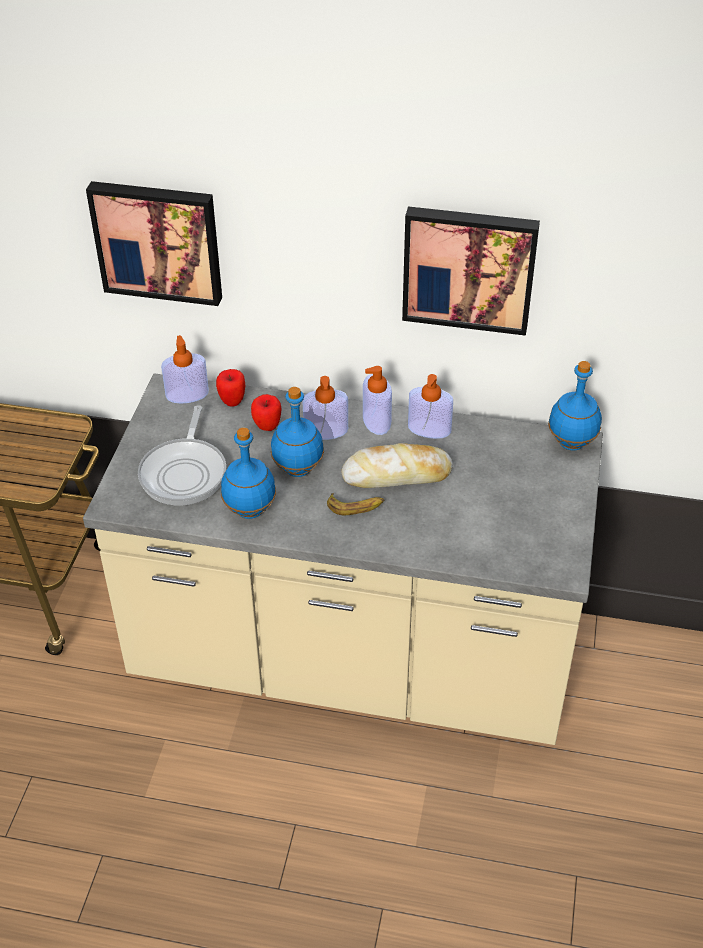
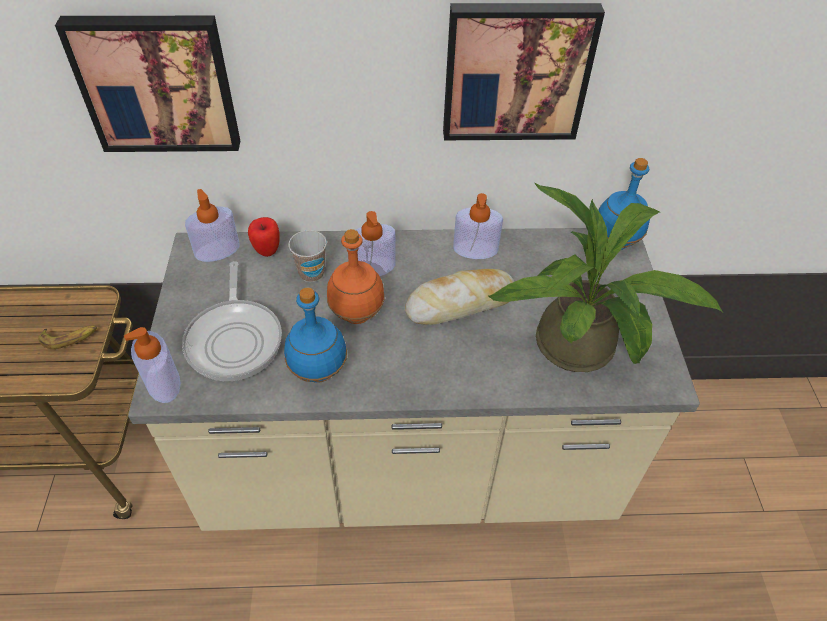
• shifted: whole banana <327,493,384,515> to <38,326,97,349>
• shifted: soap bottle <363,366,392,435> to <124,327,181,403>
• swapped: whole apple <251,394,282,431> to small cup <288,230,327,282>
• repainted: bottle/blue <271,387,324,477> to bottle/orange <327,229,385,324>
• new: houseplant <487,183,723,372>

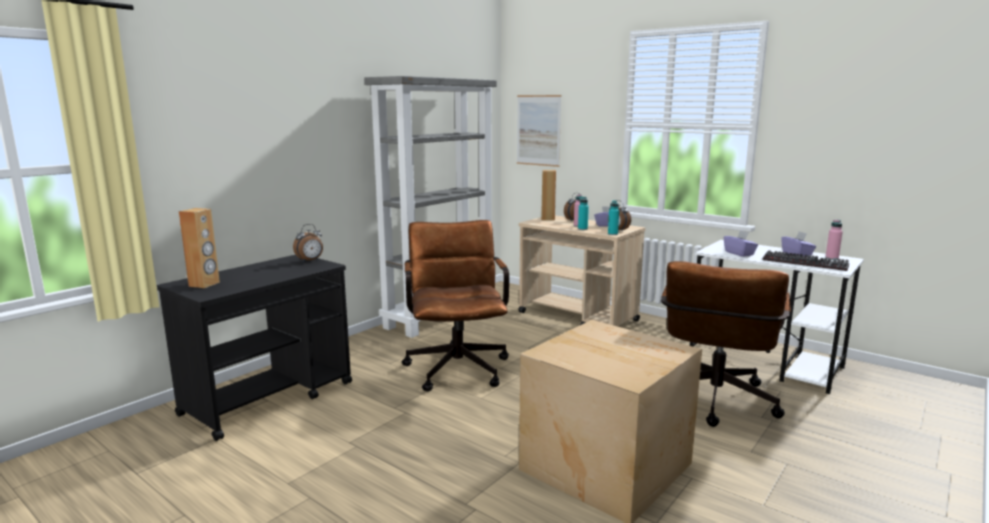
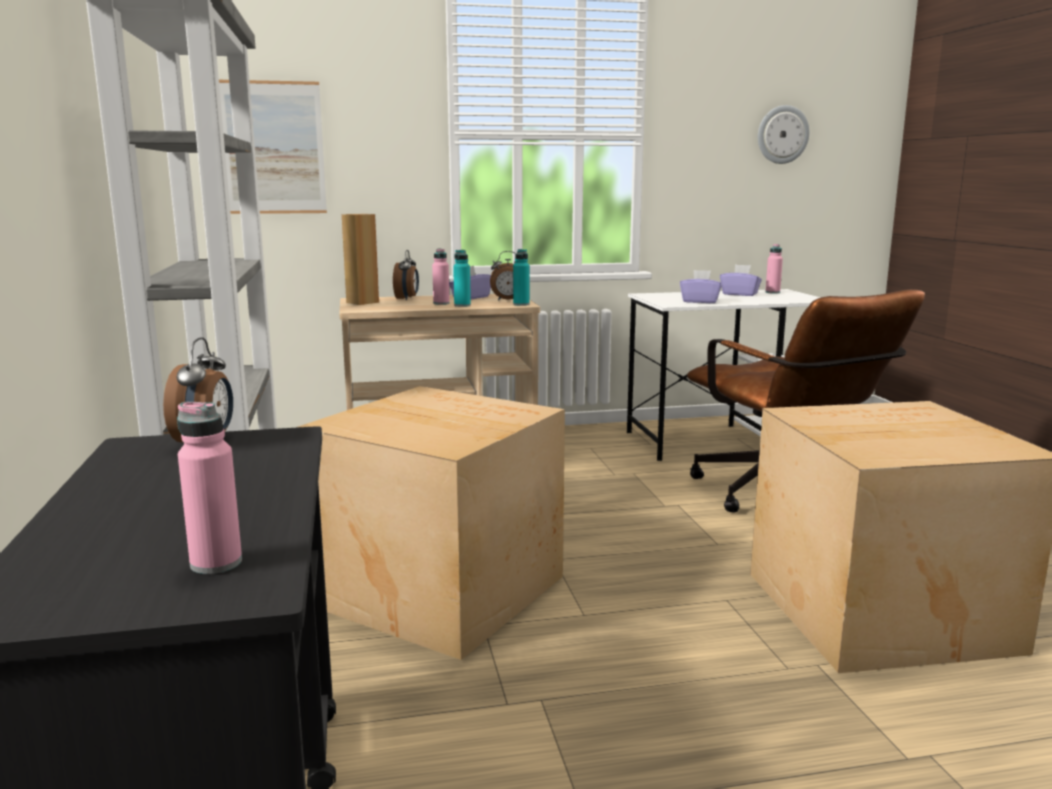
• new: bottle/pink <177,401,242,574>
• swapped: office chair/brown <402,220,509,392> to carton <296,386,565,660>
• new: clock on the wall <758,105,810,164>
• gone: audio speaker/brown <179,208,220,288>
• gone: computer keyboard <762,250,849,271>

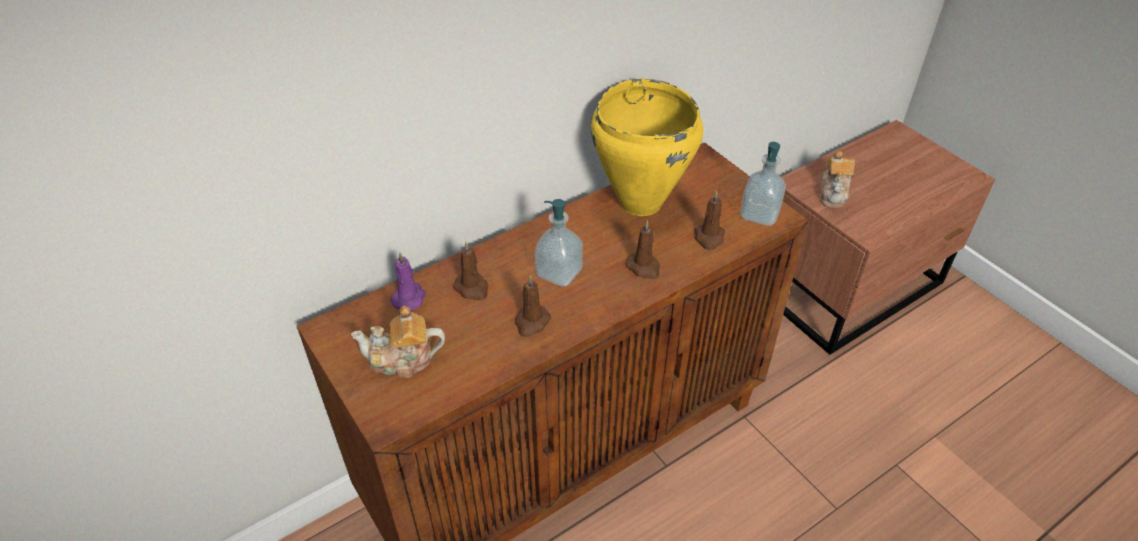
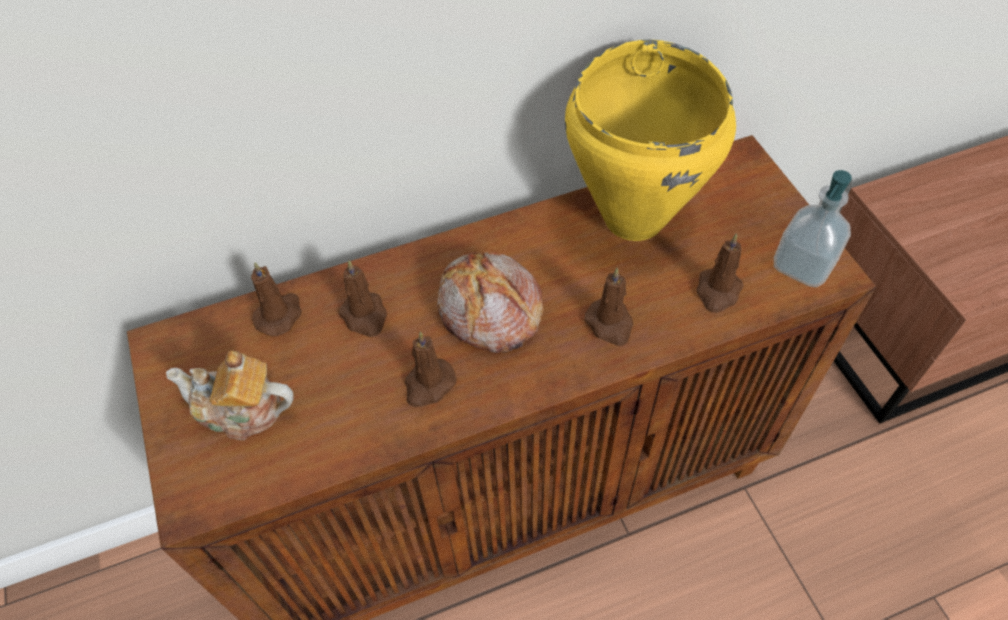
• repainted: candle/purple <390,252,426,311> to candle/brown <251,262,302,336>
• swapped: soap bottle <534,199,583,287> to baked bread <437,252,544,353>
• gone: teapot <820,151,855,209>

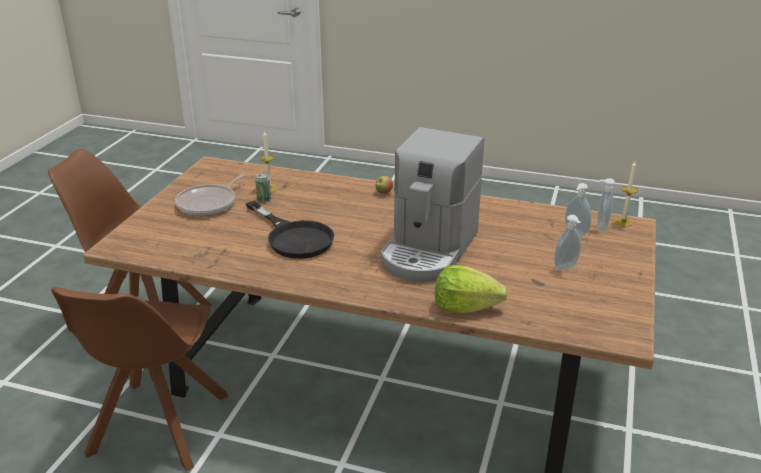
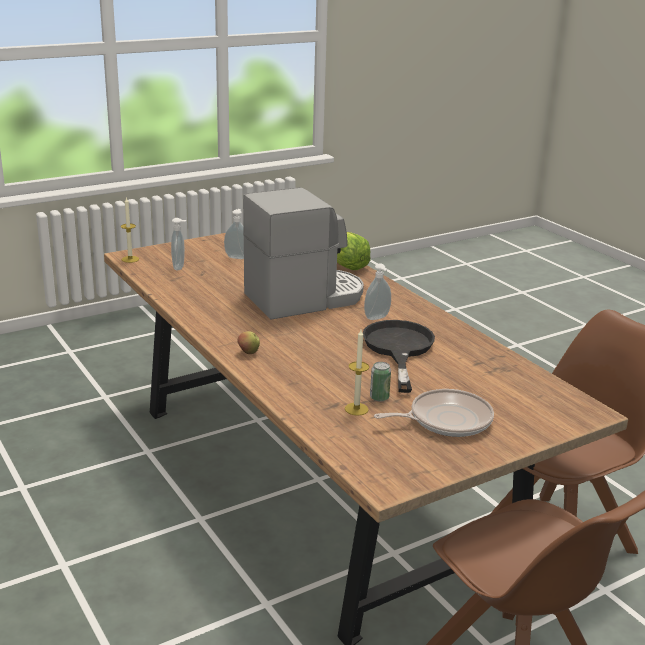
• shifted: soap bottle <597,178,615,232> to <364,264,391,320>

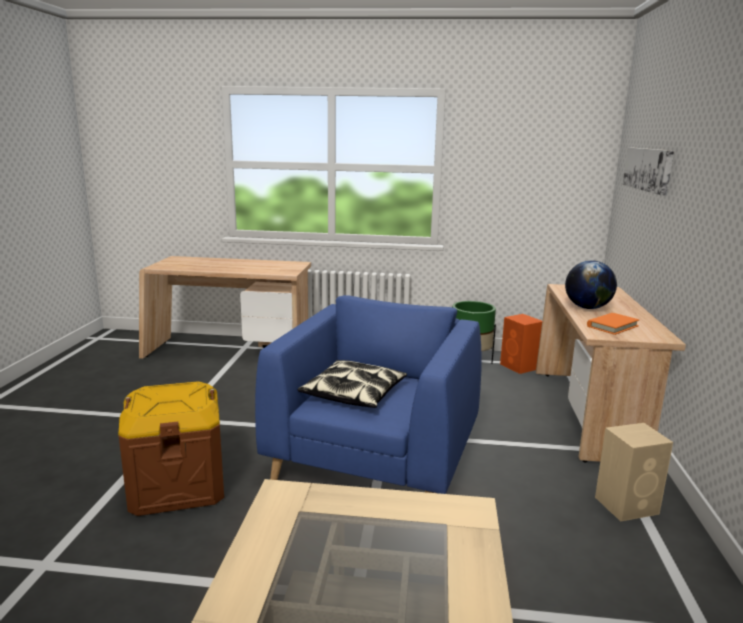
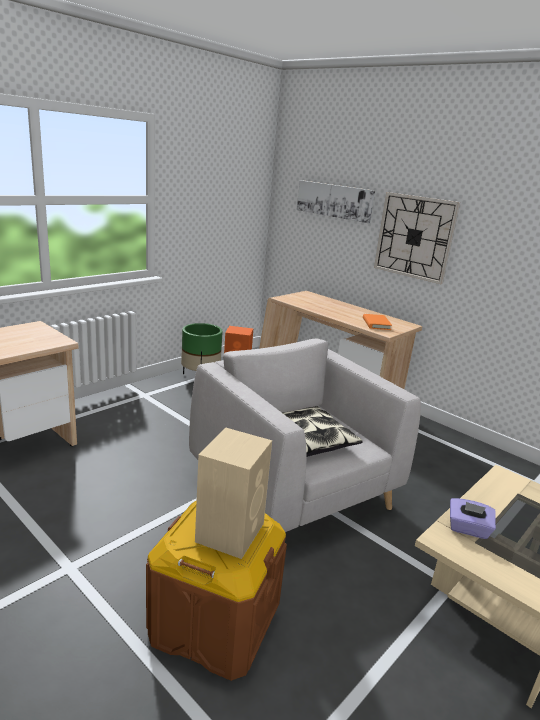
• repainted: armchair/blue <255,295,482,494> to armchair/greyish <189,339,421,532>
• shifted: audio speaker/beige-coloured <595,423,673,522> to <195,428,272,559>
• new: clock on the wall <374,192,460,284>
• new: tissue box/purple <450,498,496,539>
• gone: globe <565,260,617,309>

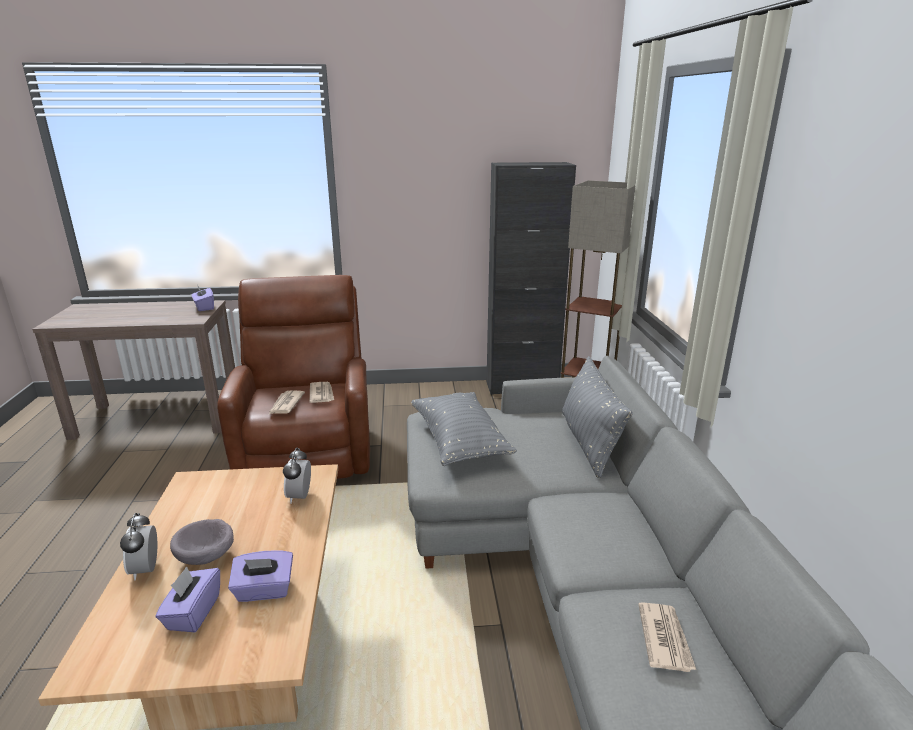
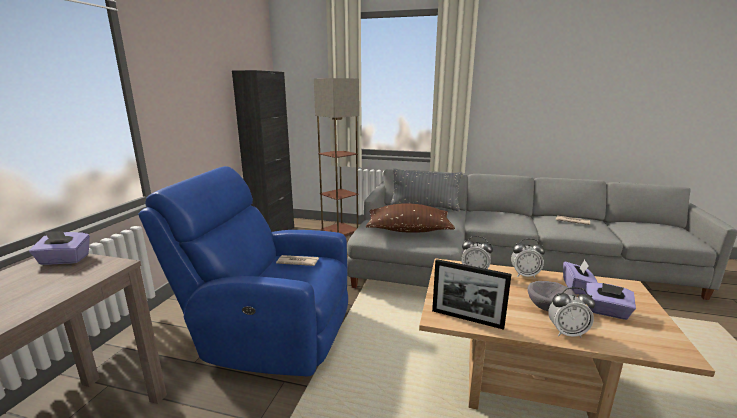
• repainted: armchair/brown <217,275,370,479> to armchair/blue <139,166,348,377>
• repainted: cushion/greyish <411,392,517,466> to cushion/brown <366,203,455,233>
• new: standing frame <432,259,512,330>
• new: alarm clock <511,239,545,278>
• gone: daily paper <268,391,305,415>

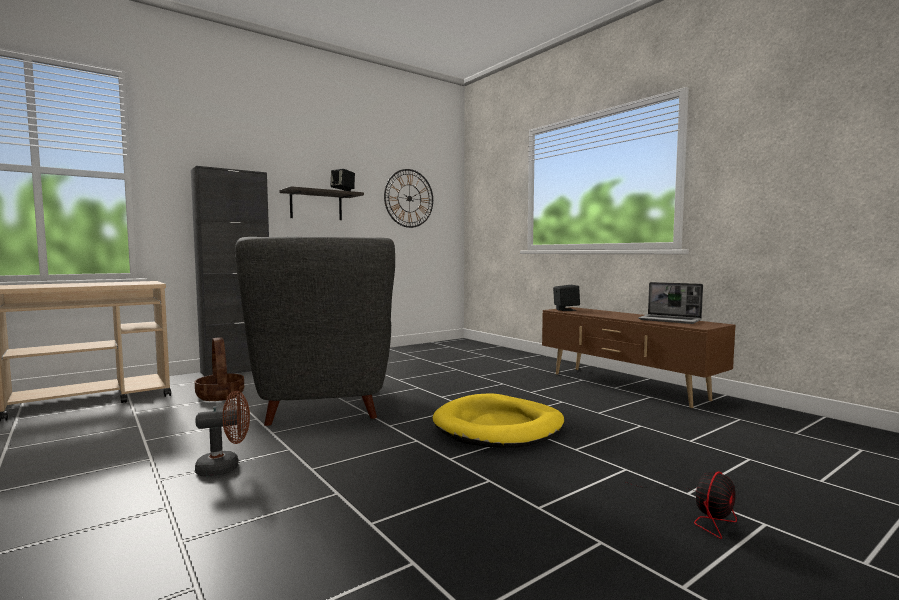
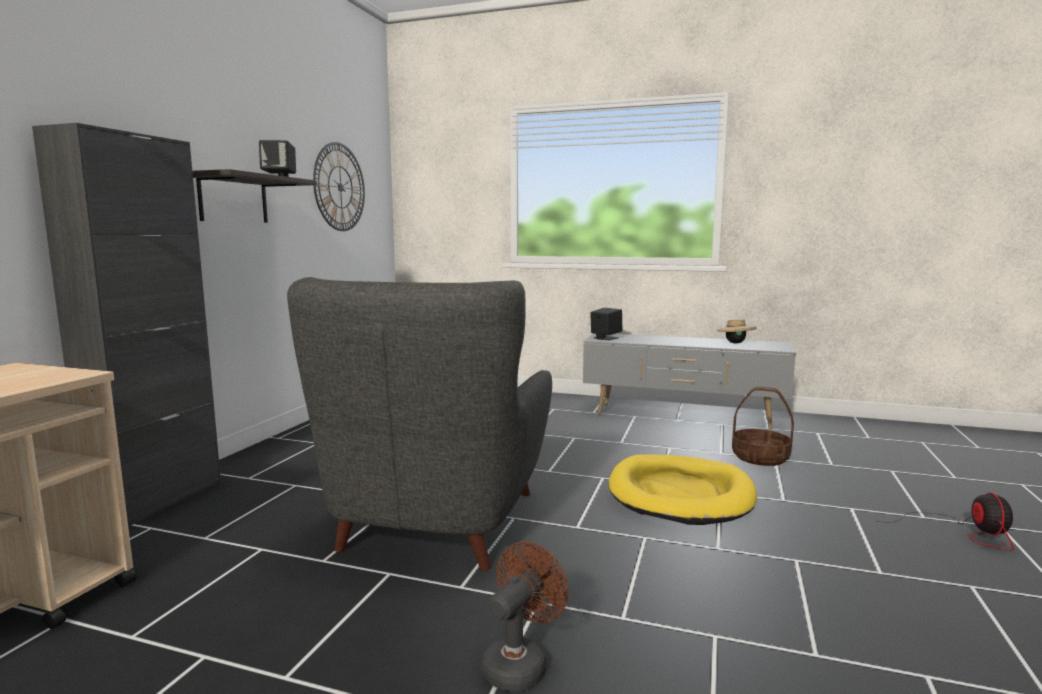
• rotated: armchair/greyish <235,237,395,426> = <287,277,552,571> 60 degrees clockwise
• repainted: tv unit/brown <542,307,735,408> to tv unit/greyish <583,333,796,430>
• swapped: laptop <638,282,703,324> to wearable hat/beige-coloured <717,318,757,344>
• shifted: household basket <195,337,244,401> to <732,386,794,466>

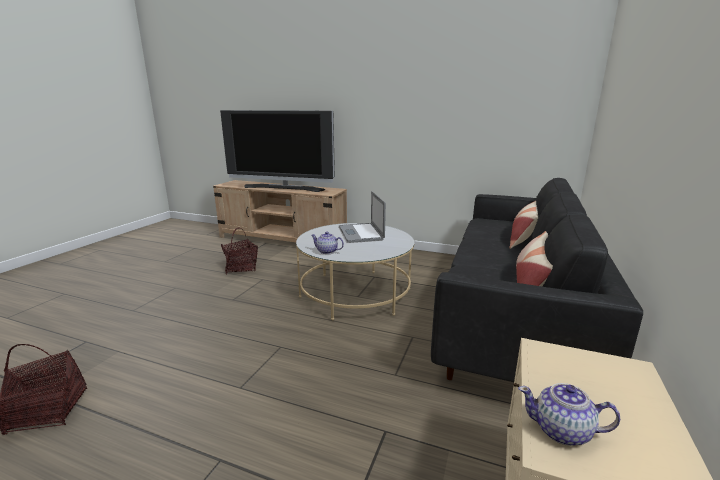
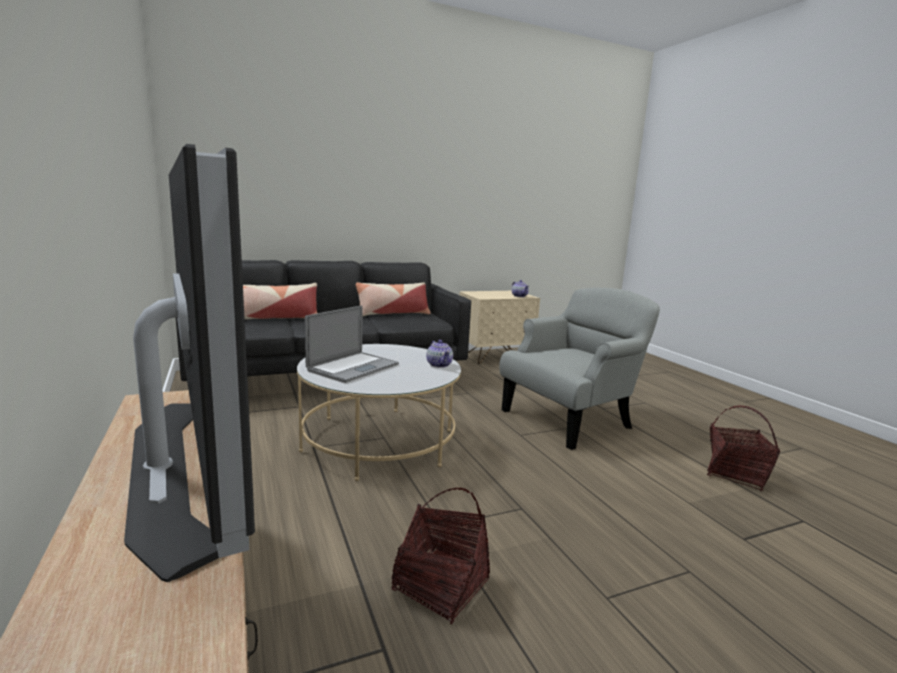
• new: armchair/greyish <499,288,660,450>

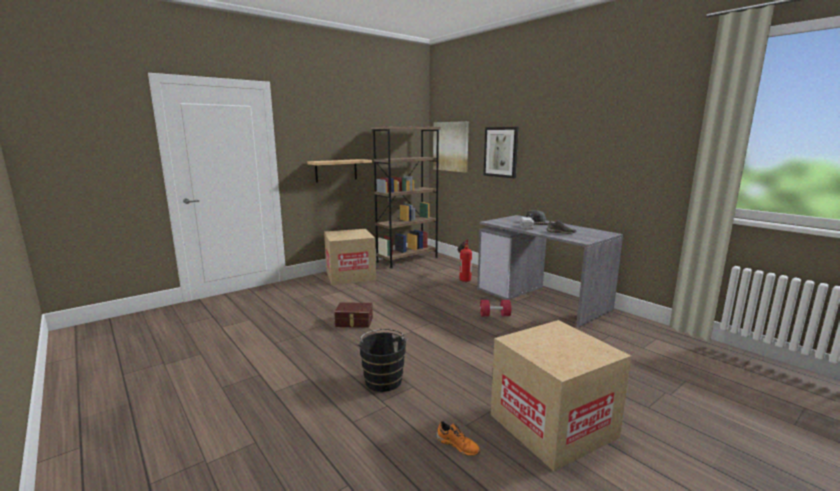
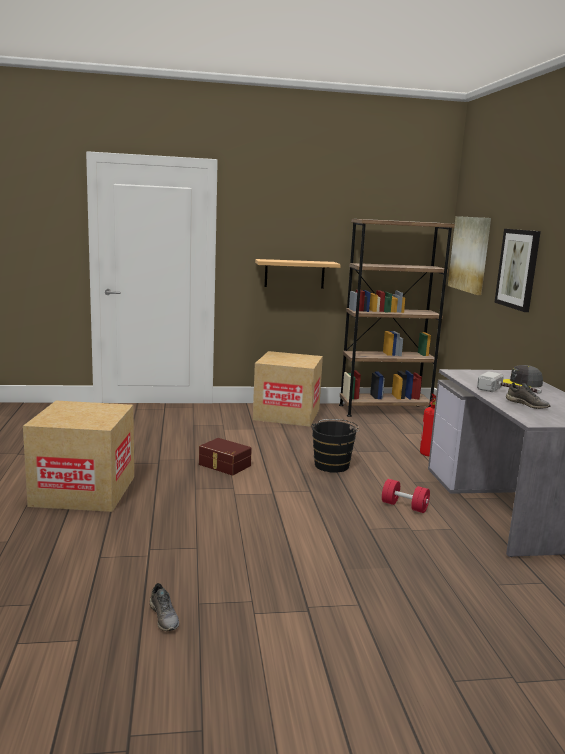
• shifted: carton <491,320,631,471> to <23,401,134,512>
• repainted: item of footwear/orange <436,421,480,456> to item of footwear/greyish <150,583,179,631>
• shifted: pail/black <357,329,408,392> to <312,419,360,473>

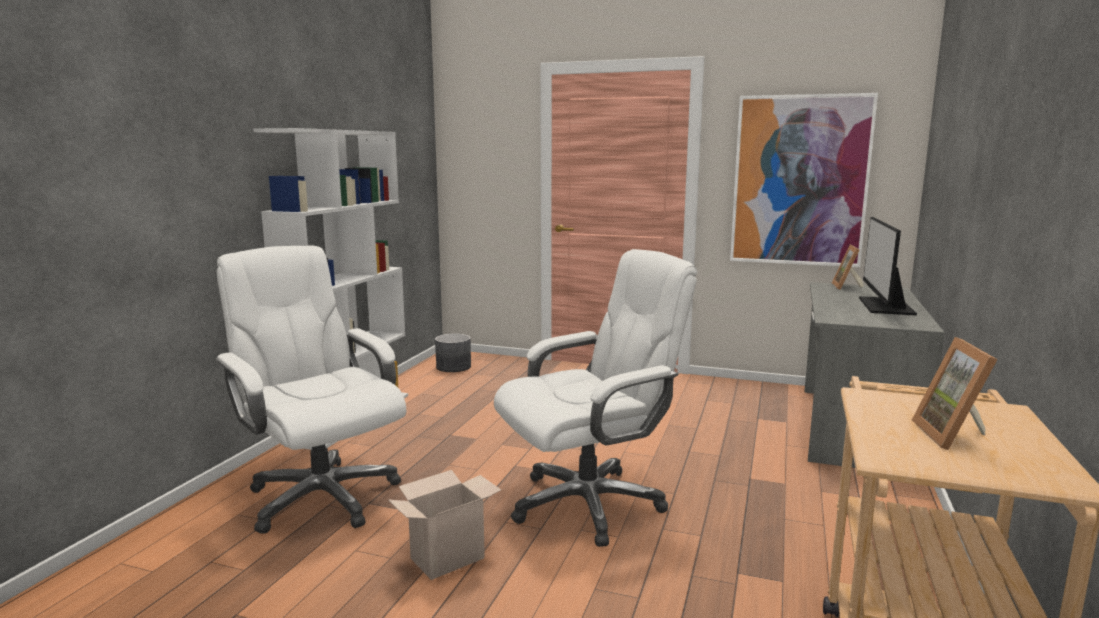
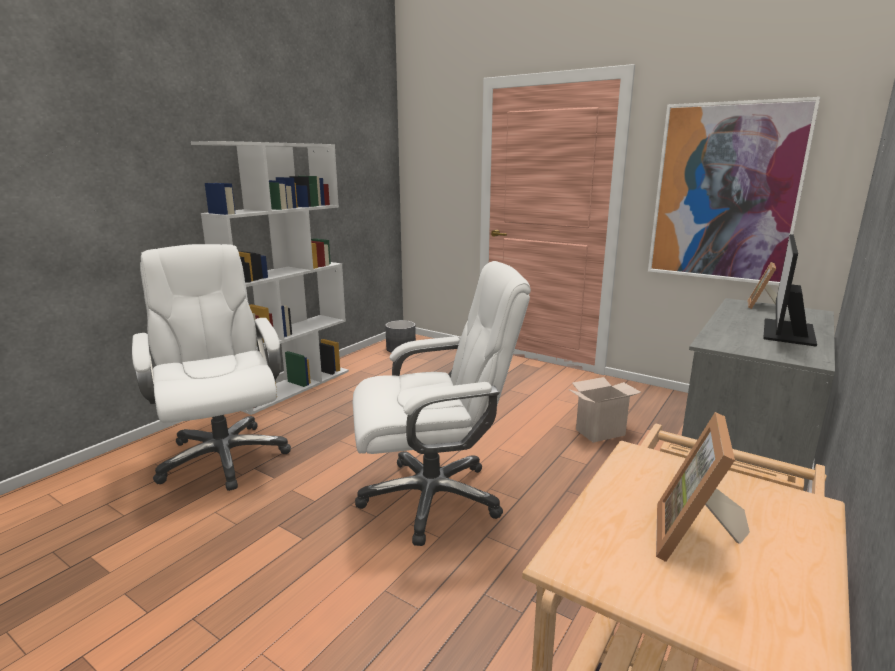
• shifted: carton <388,470,501,580> to <568,377,641,443>

